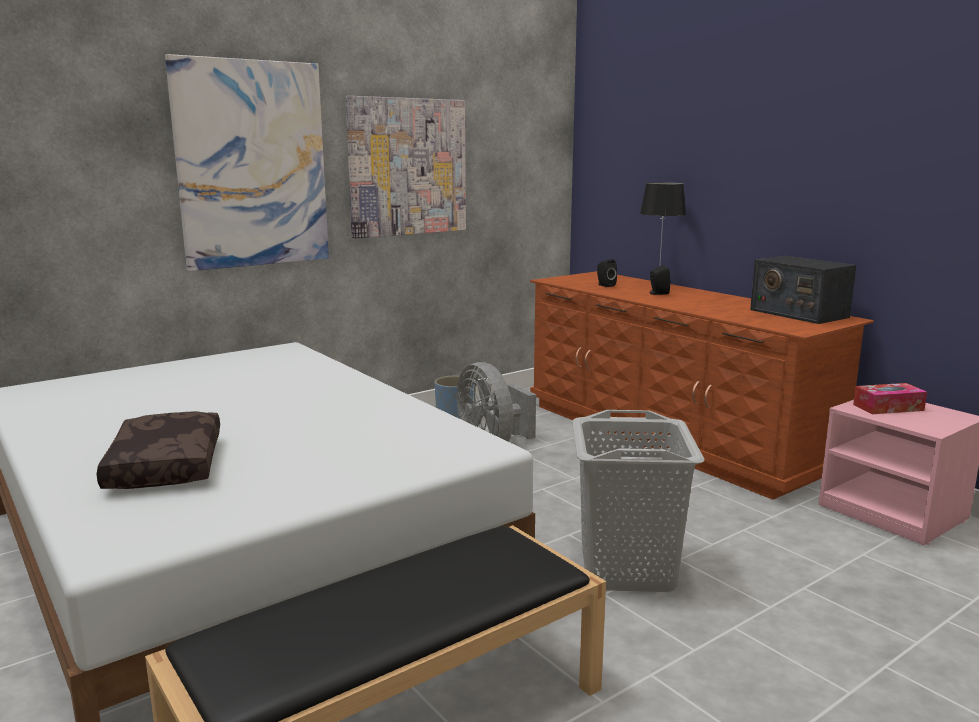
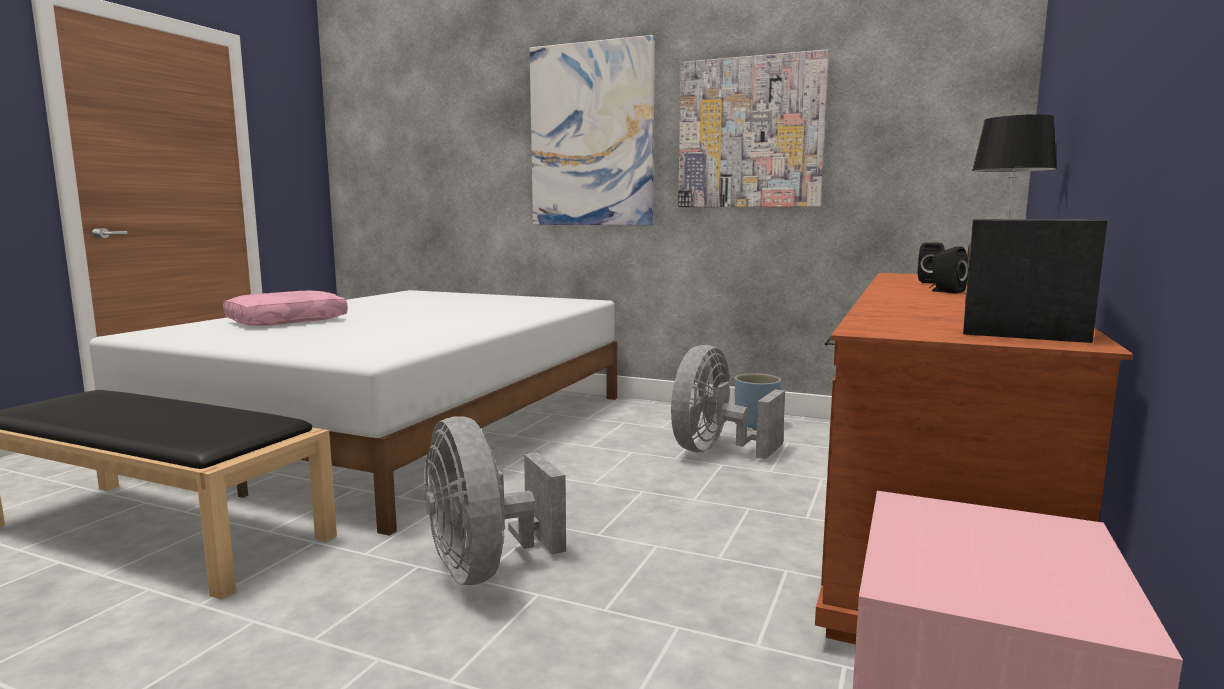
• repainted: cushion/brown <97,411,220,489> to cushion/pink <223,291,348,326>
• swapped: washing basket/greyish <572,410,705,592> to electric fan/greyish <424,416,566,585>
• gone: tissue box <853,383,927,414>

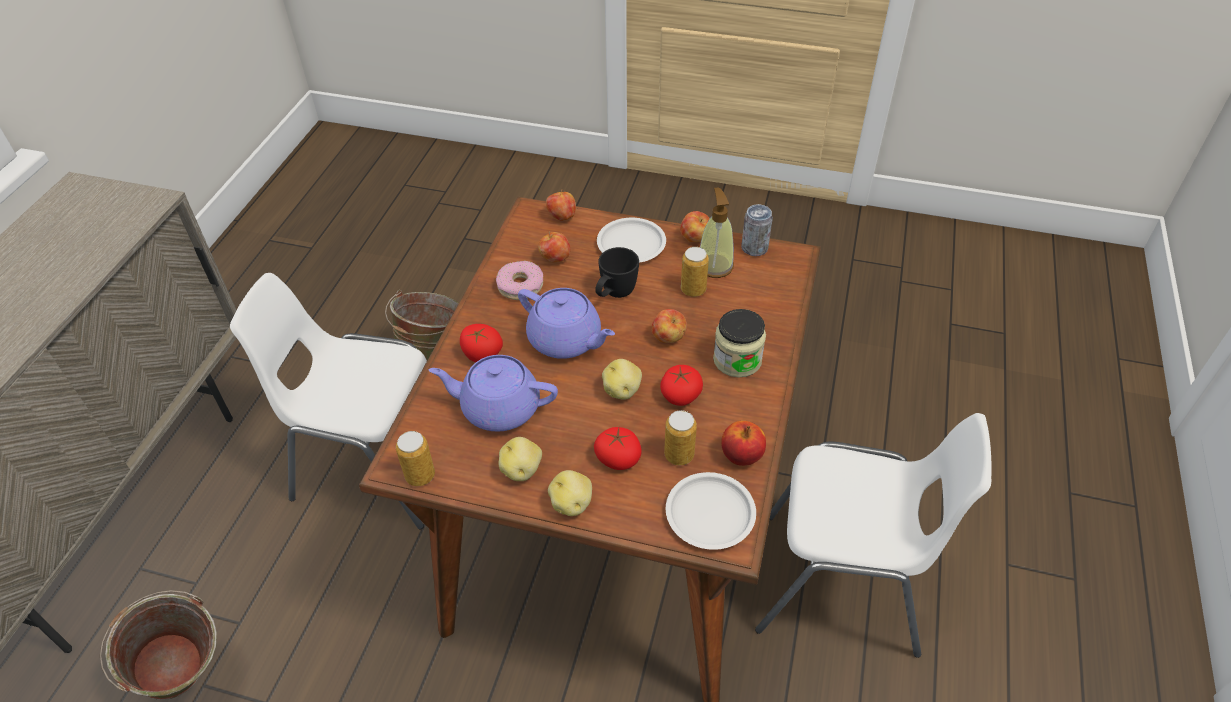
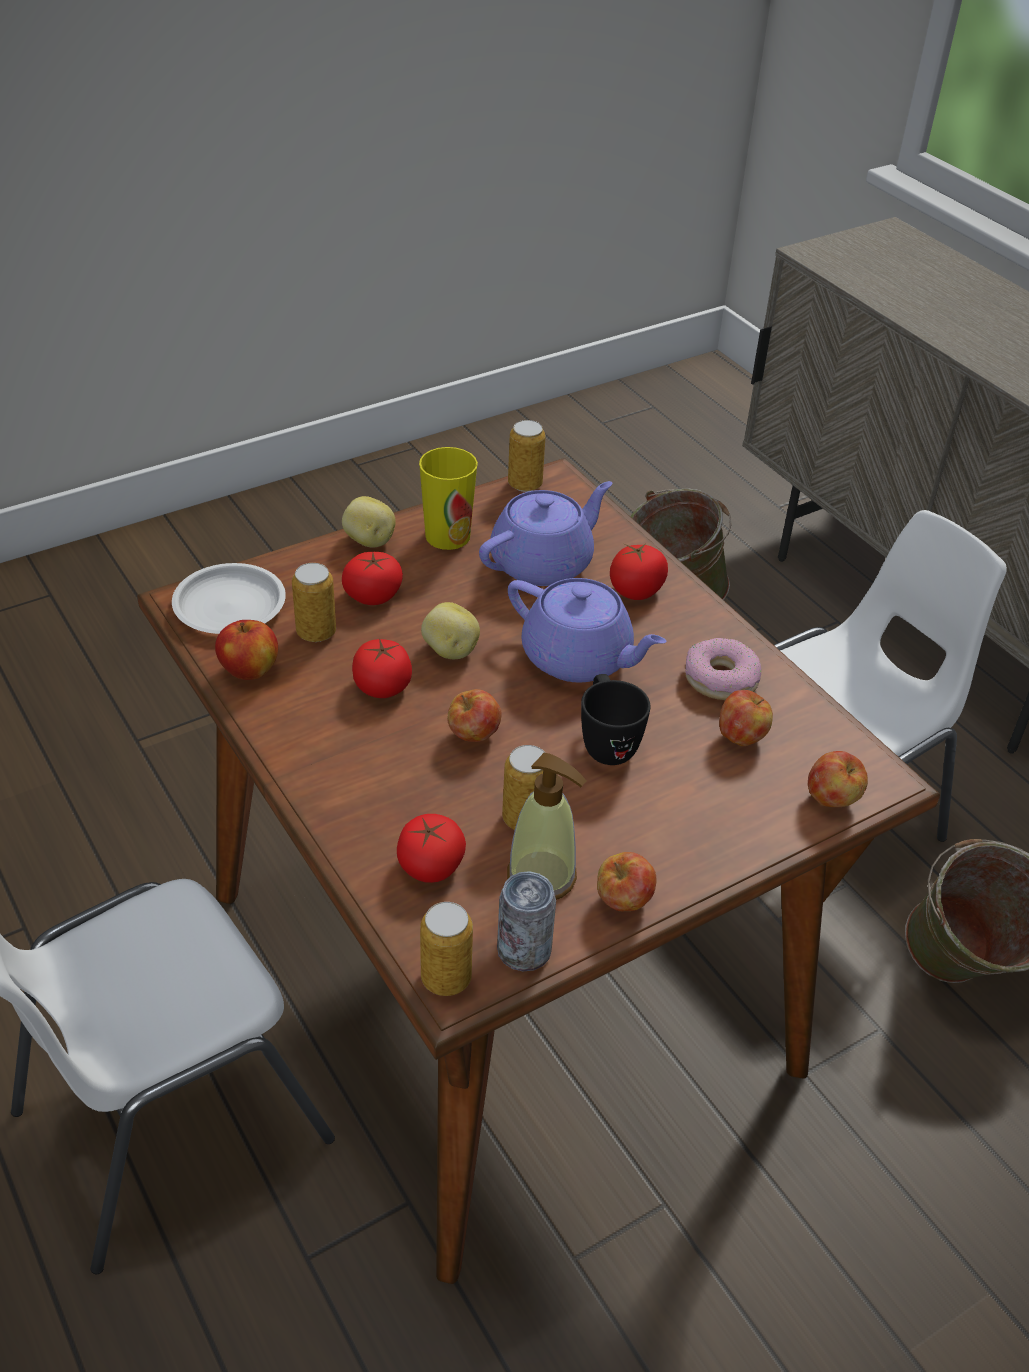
• new: whole tomato <397,814,466,883>
• swapped: whole potato <499,437,542,481> to small cup <419,447,478,550>
• new: metal can <420,902,473,996>
• rotated: teapot/purple <518,288,615,359> = <508,578,666,683> 135 degrees counterclockwise
• gone: dinner plate/white <597,218,666,263>
• gone: preserve jar <713,309,766,377>

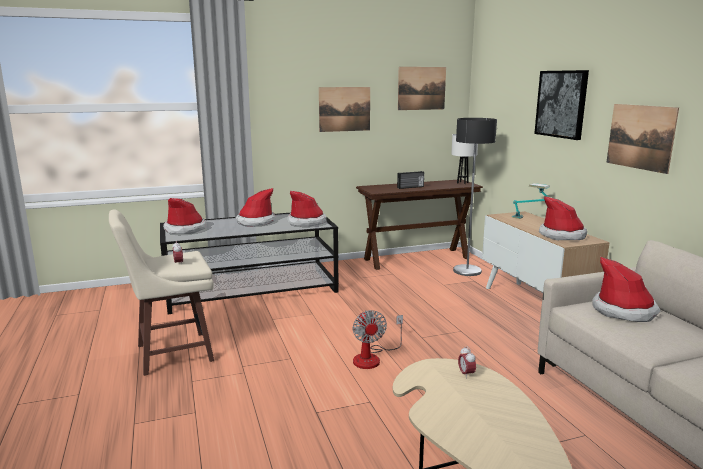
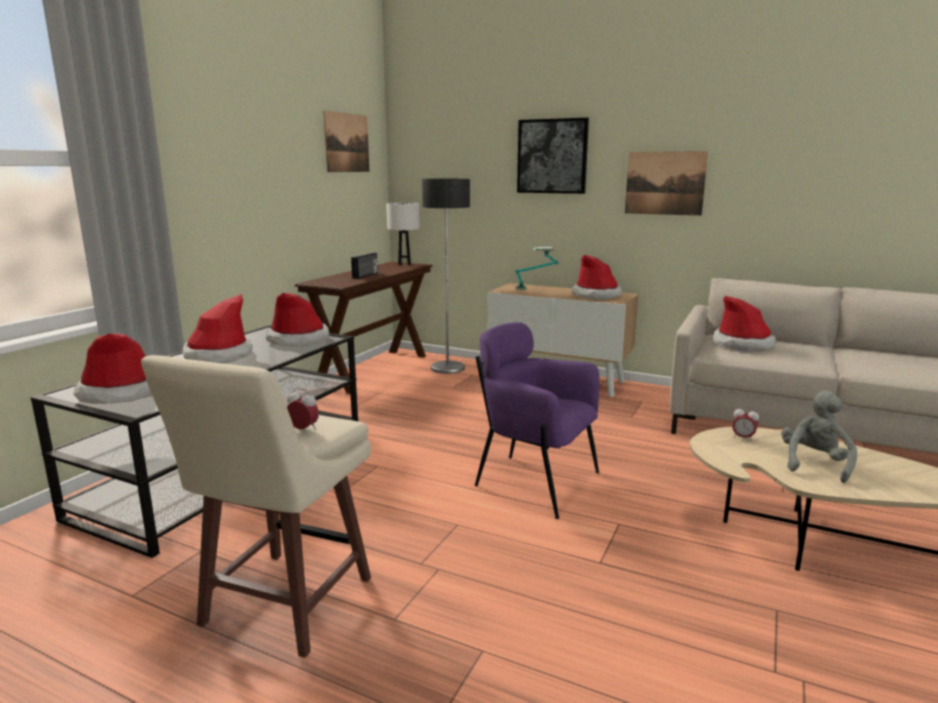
• swapped: electric fan <353,310,403,369> to armchair/purple <475,322,599,519>
• new: plush toy/greyish <781,390,857,483>
• gone: wall picture <319,87,370,132>

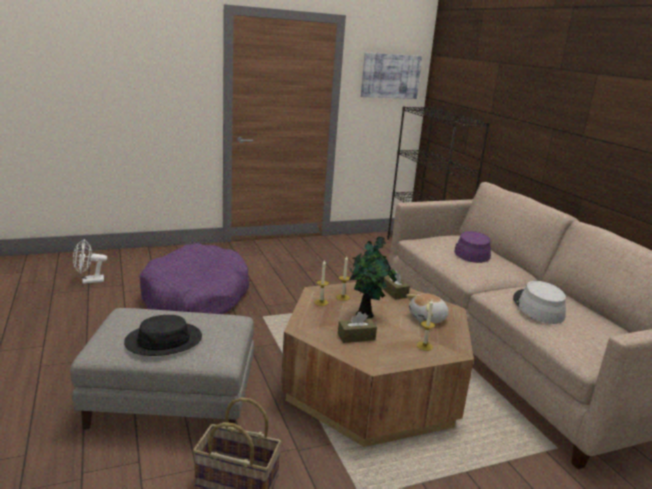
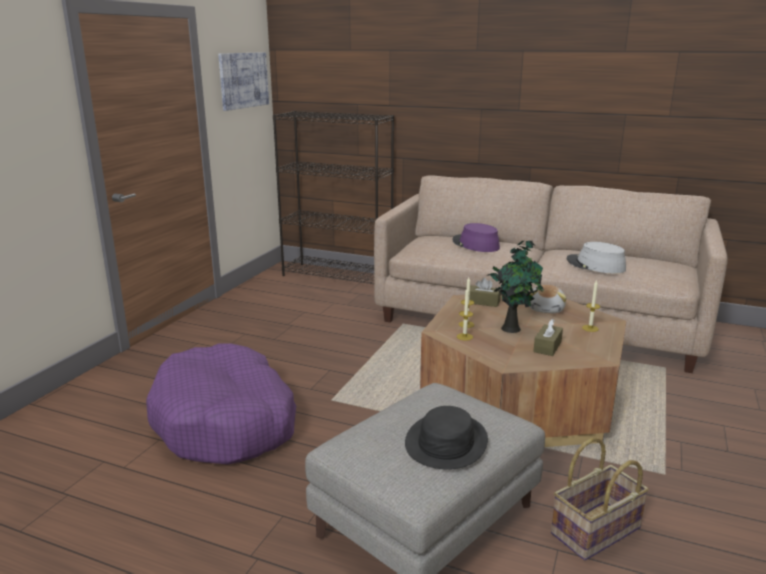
• gone: electric fan/white <73,239,107,284>

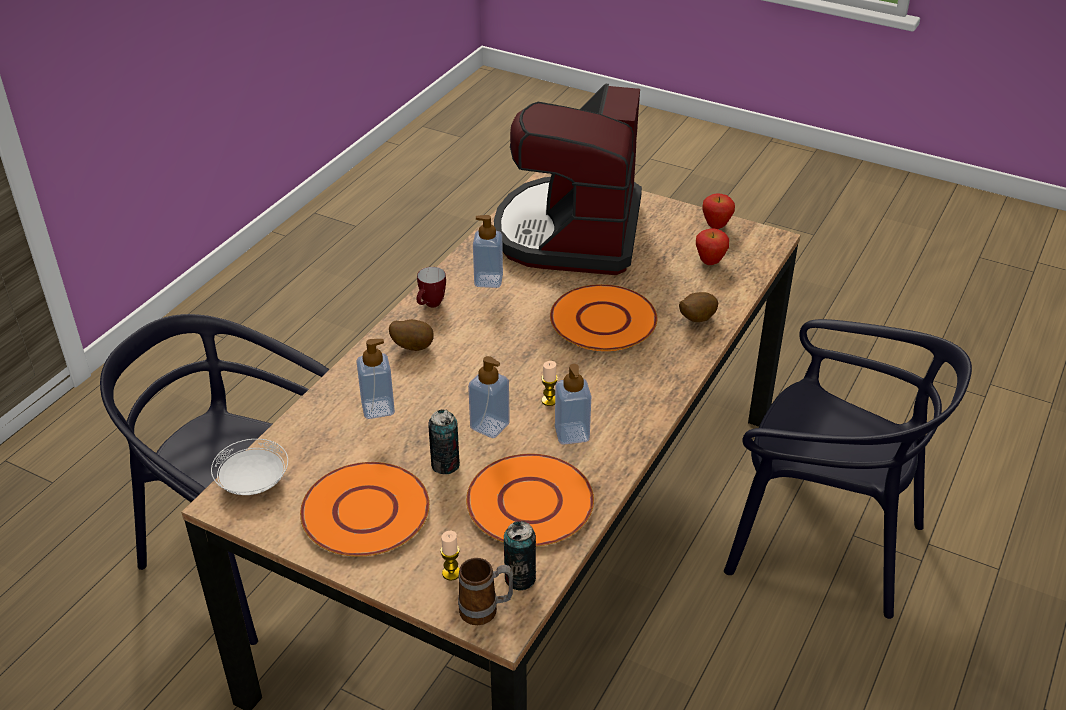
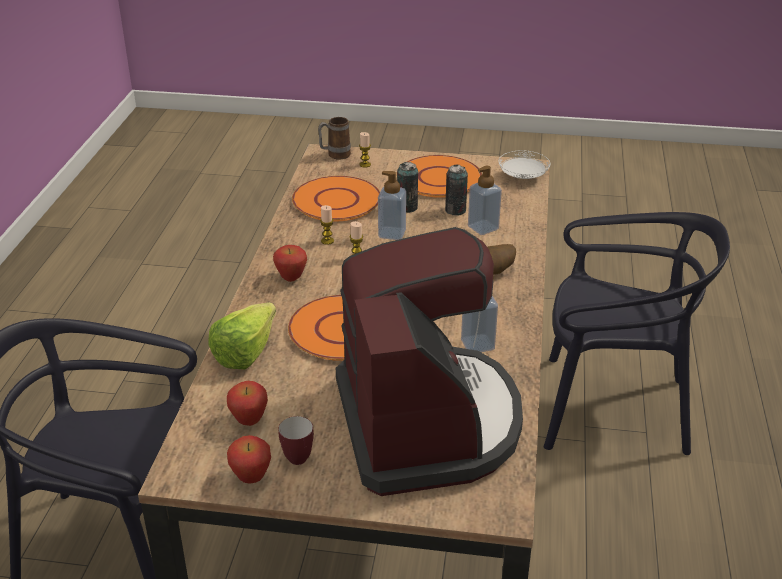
• swapped: whole potato <679,292,718,322> to lettuce <208,303,276,369>
• new: whole apple <273,245,307,282>
• shifted: mug <417,267,446,307> to <278,416,314,465>
• swapped: soap bottle <555,364,591,444> to candle <320,205,334,245>
• shifted: metal can <504,521,536,590> to <445,164,468,216>

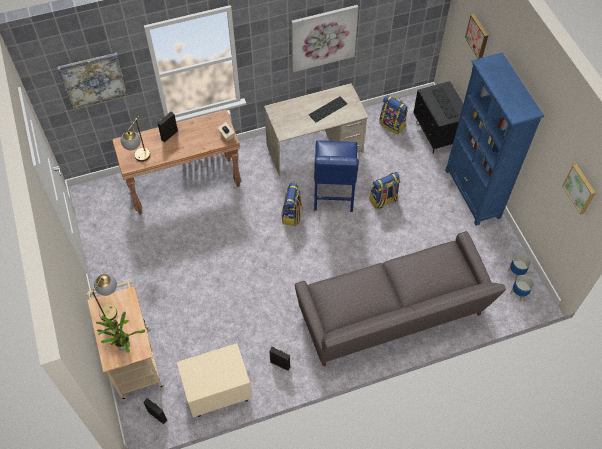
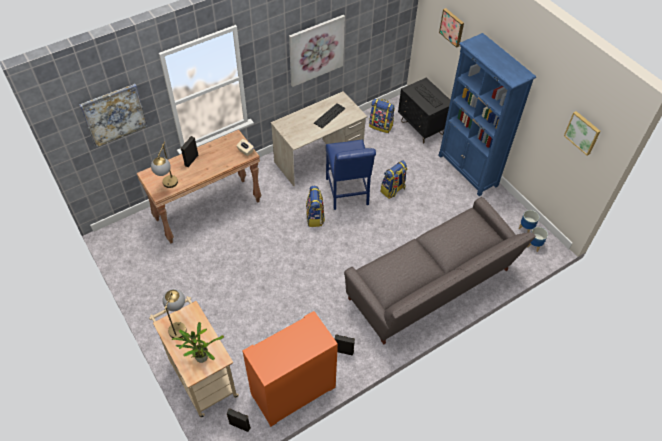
• swapped: night table/beige-coloured <177,343,252,417> to cupboard/orange <242,311,338,427>

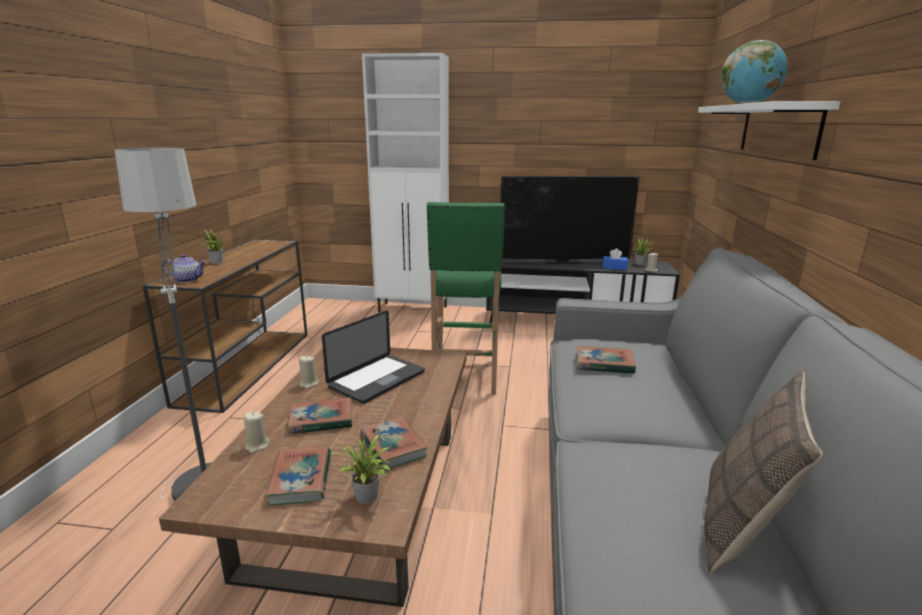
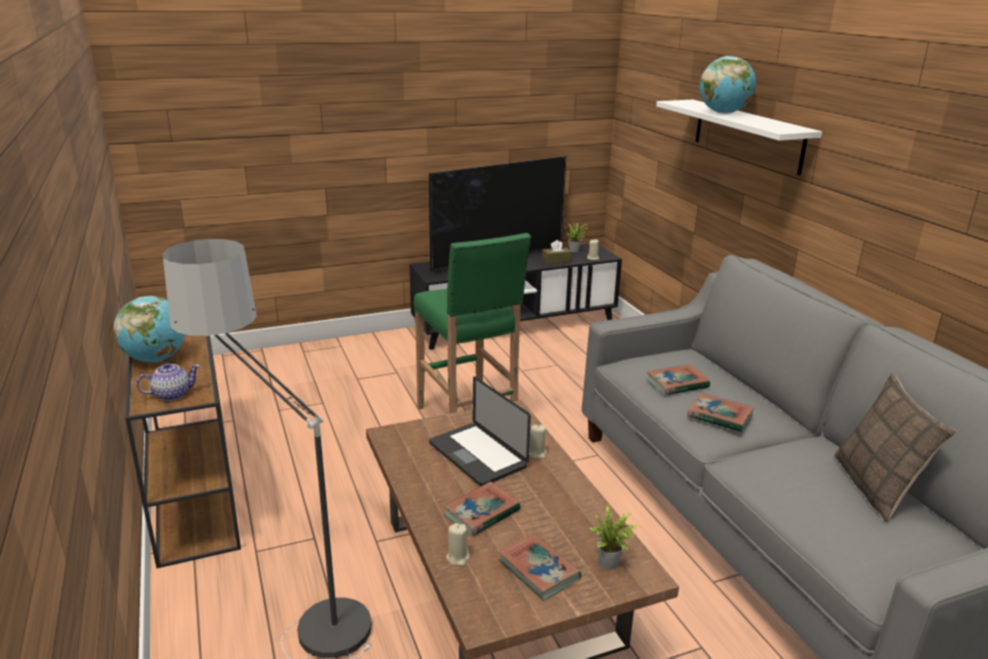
• swapped: houseplant <198,230,226,264> to globe <114,296,185,362>
• rotated: laptop <322,310,425,404> = <429,376,531,486> 135 degrees clockwise
• shifted: candle/beige-coloured <299,356,319,389> to <529,425,547,459>
• repainted: tissue box/blue <603,248,628,270> to tissue box/brown <543,240,571,264>
• shifted: volume <360,417,428,470> to <687,393,754,432>
• gone: cupboard/white <362,53,449,312>

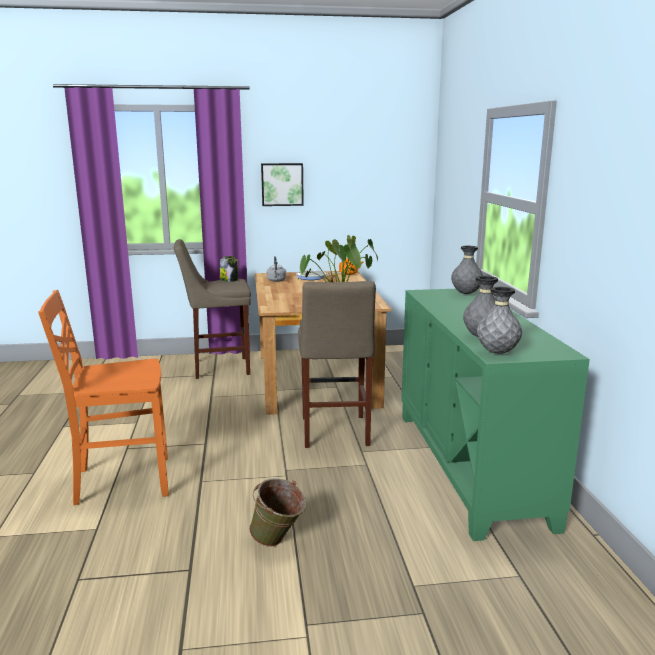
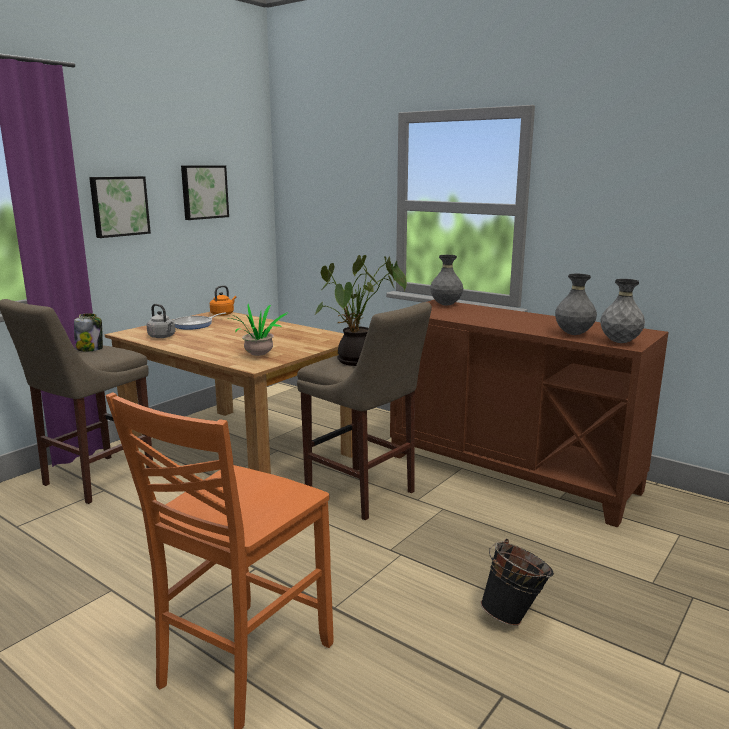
• new: wall picture <181,166,229,220>
• new: houseplant <230,304,287,356>
• repainted: cupboard/greenish <401,289,590,541> to cupboard/brown <390,299,669,527>
• repainted: pail/greenish <249,478,306,547> to pail/black <480,539,554,626>

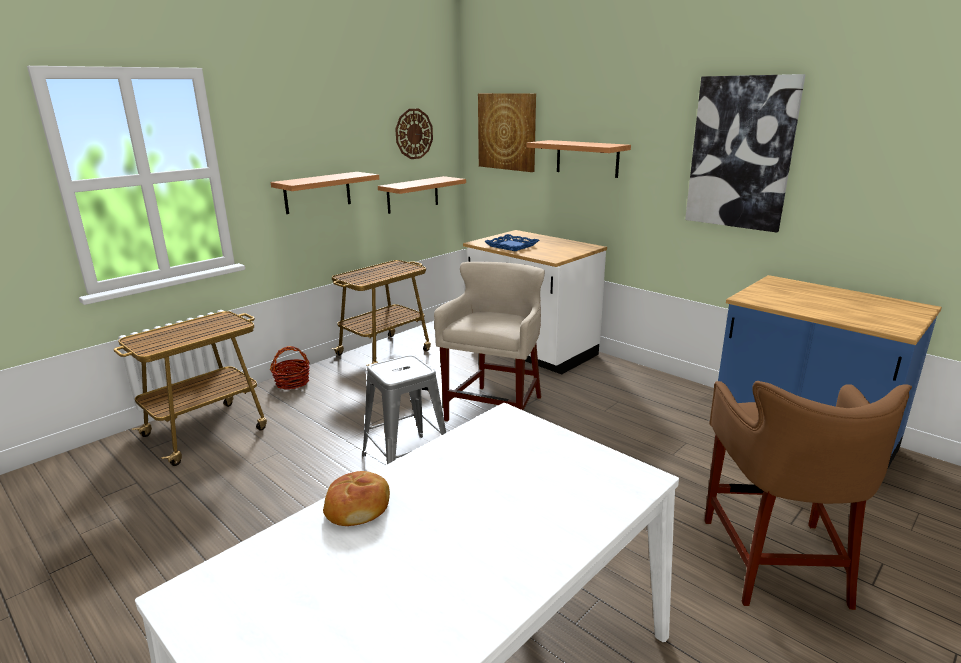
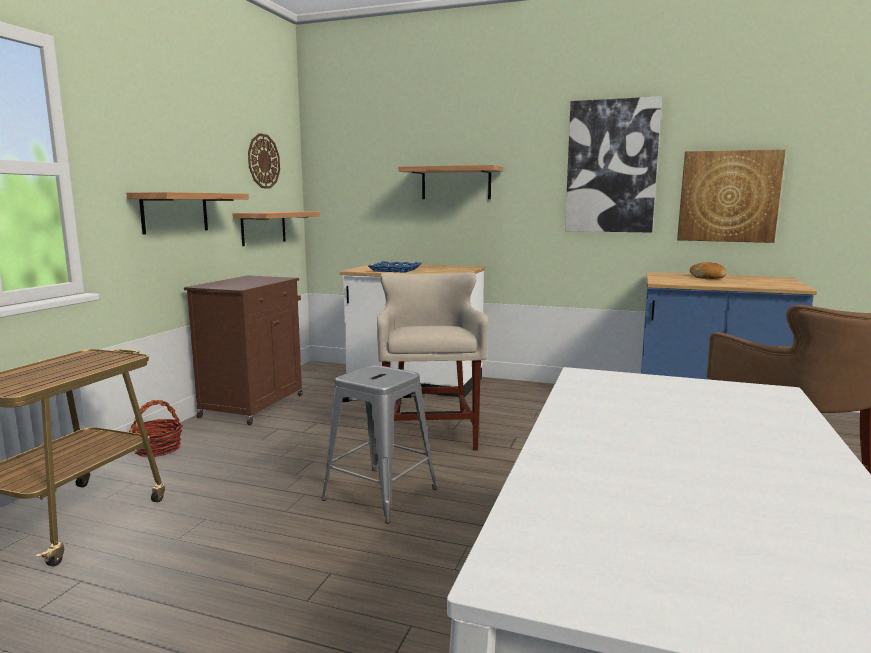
• swapped: wheeled cart <331,260,431,366> to cupboard/brown <184,275,303,425>
• shifted: wall picture <478,93,536,172> to <677,149,786,243>
• shifted: baked bread <323,471,390,526> to <690,262,727,279>

